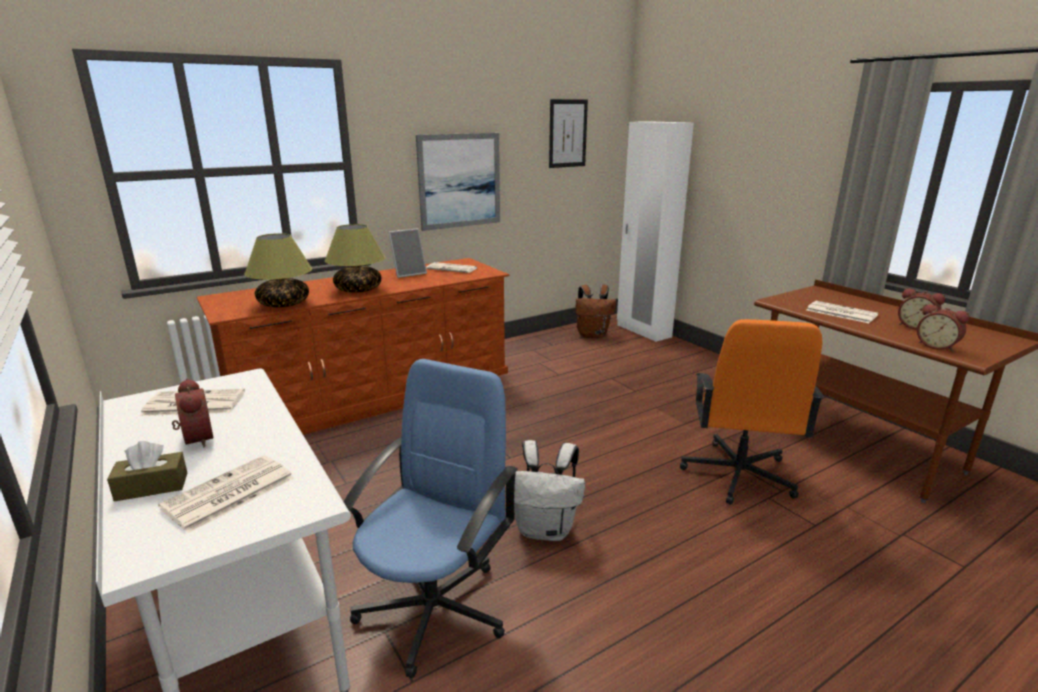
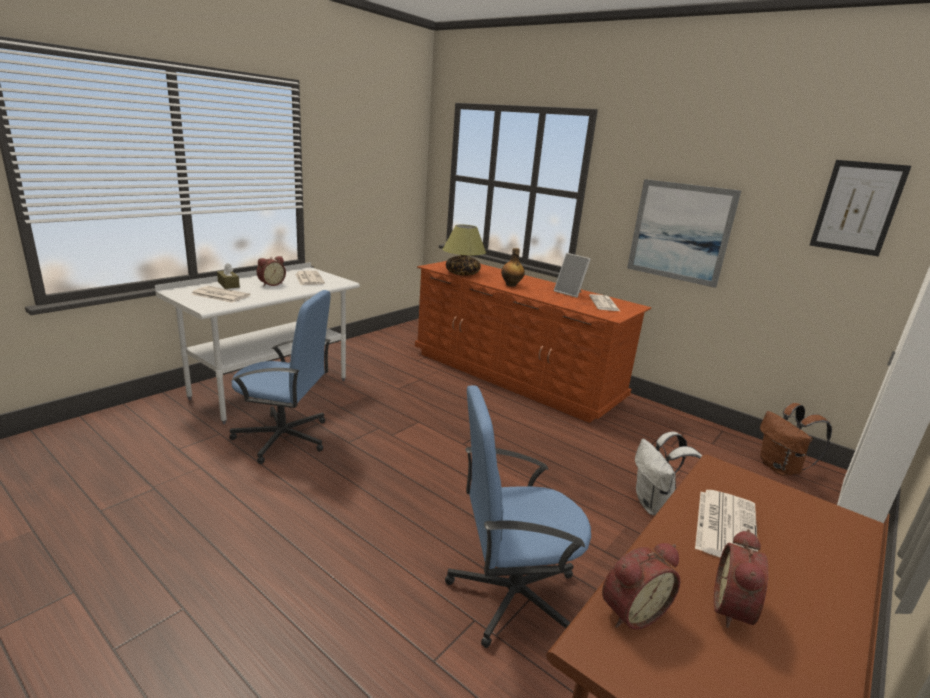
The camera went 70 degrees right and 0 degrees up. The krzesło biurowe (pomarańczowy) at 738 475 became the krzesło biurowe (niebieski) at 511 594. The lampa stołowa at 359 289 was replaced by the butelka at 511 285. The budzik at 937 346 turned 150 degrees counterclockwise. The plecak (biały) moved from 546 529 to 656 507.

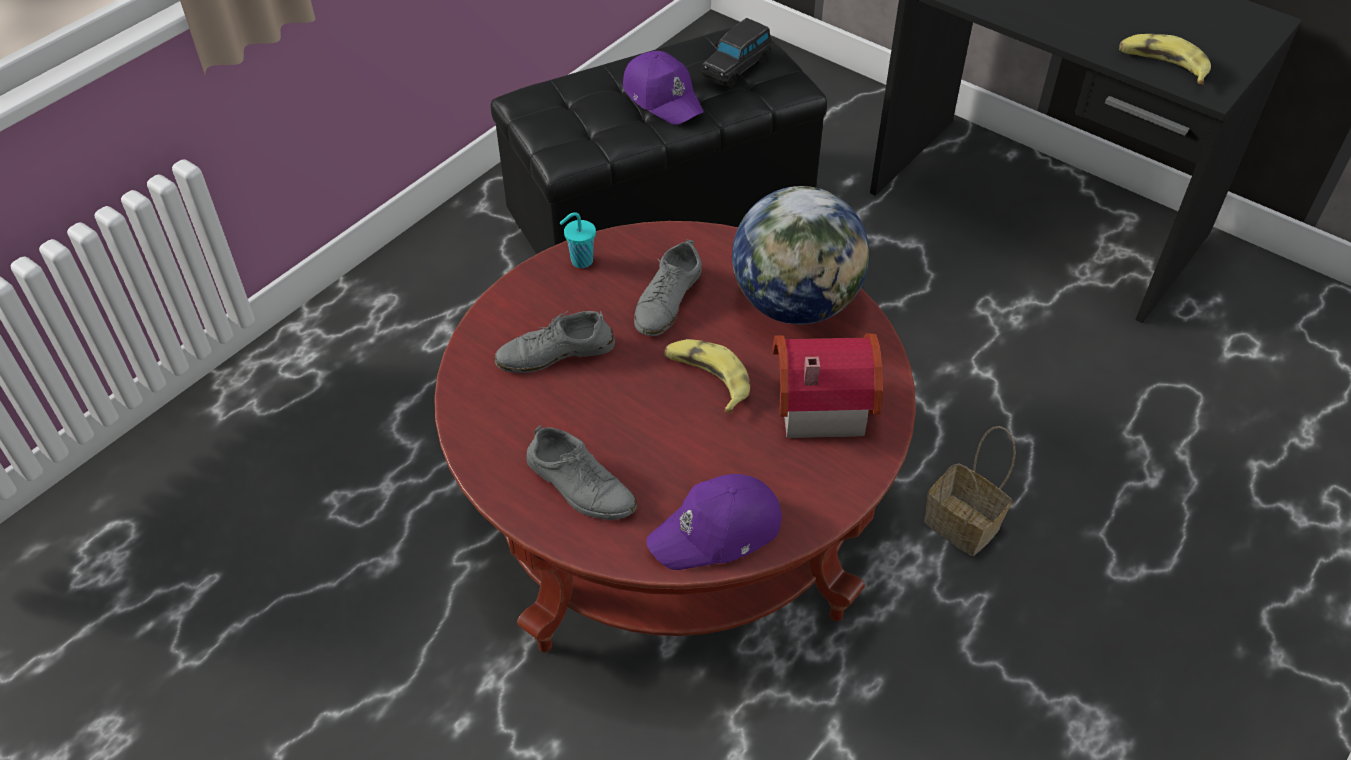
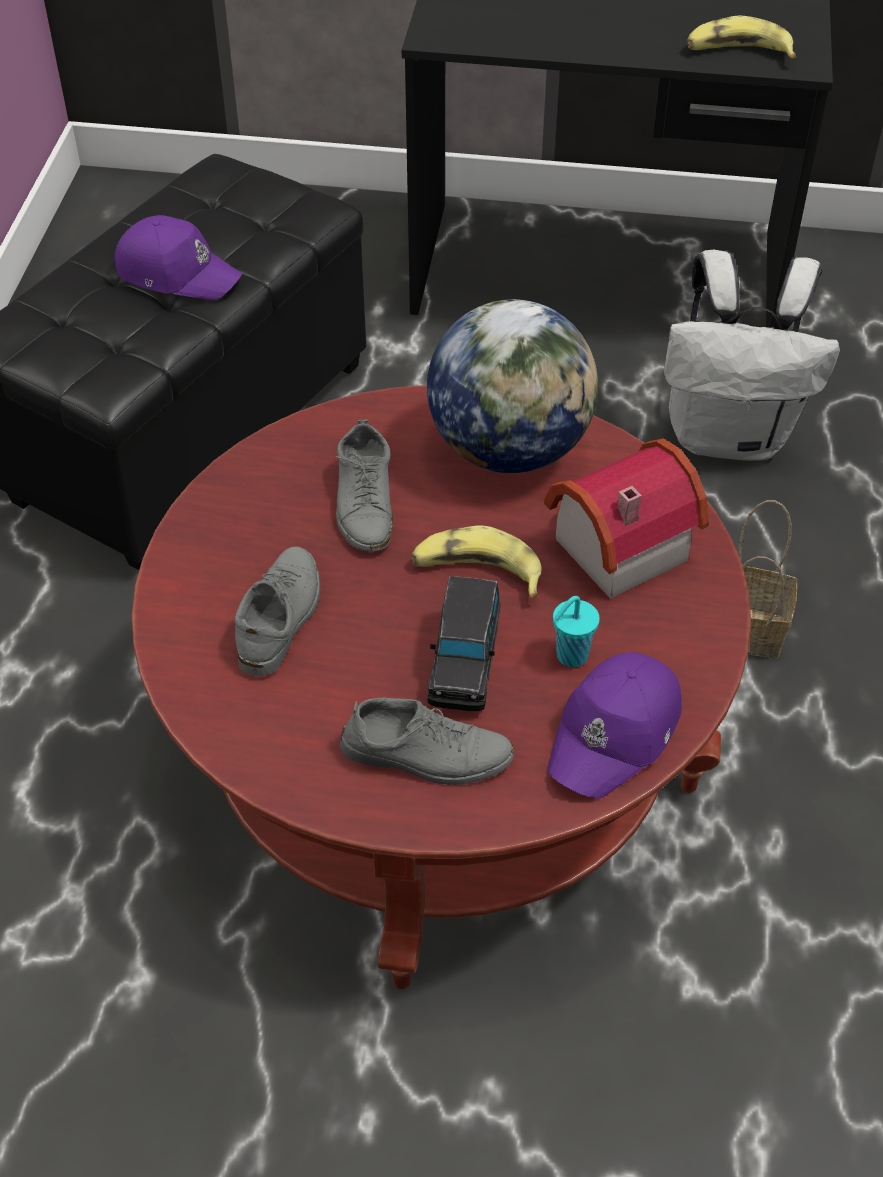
The camera went 30 degrees left and 0 degrees up. The but (szary) at 555 353 turned 150 degrees clockwise. The samochodzik (czarny) moved from 736 68 to 464 661. The filiżanka (turkusowy) moved from 580 261 to 570 656. The plecak (biały) at 730 435 appeared.

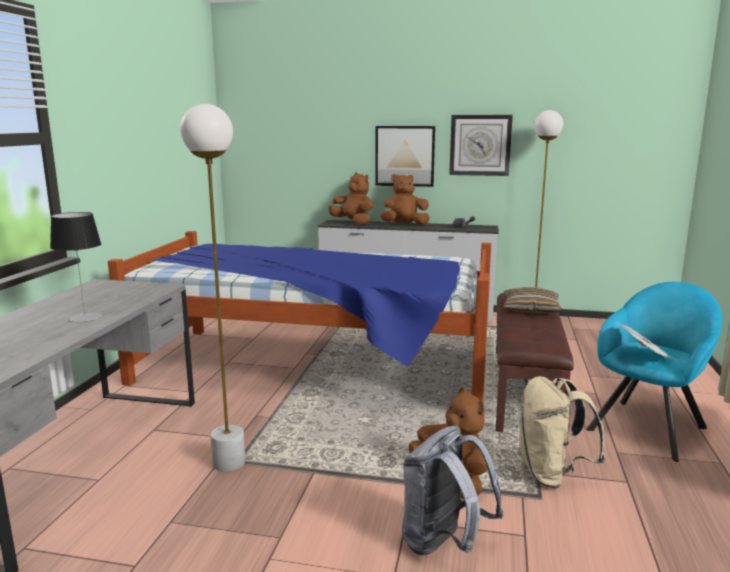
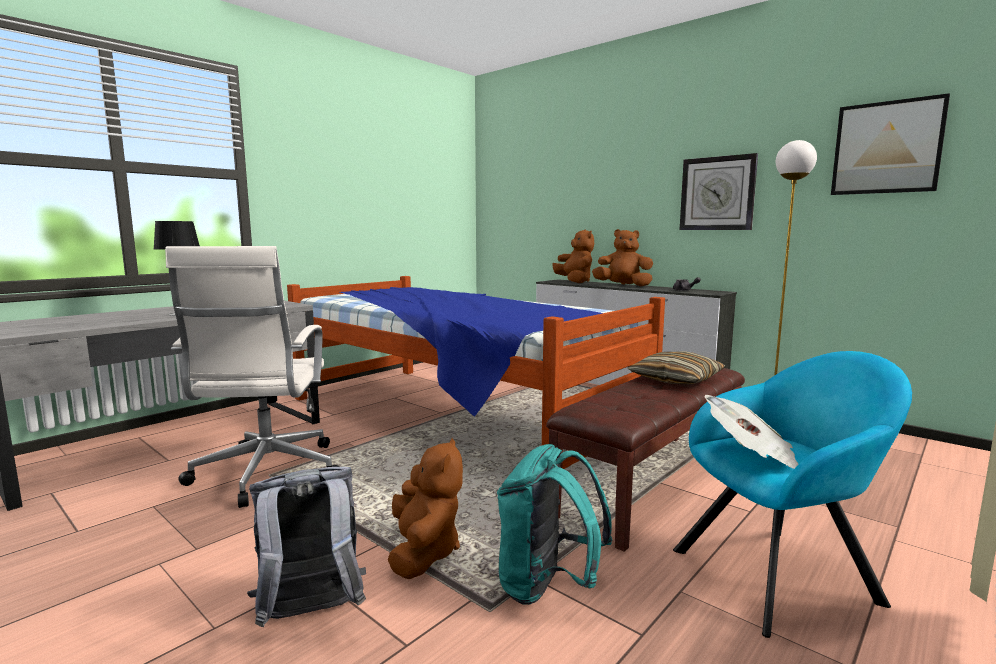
The camera went 30 degrees right and 5 degrees down. The lampa stojąca (biały) at 229 463 was replaced by the krzesło biurowe (biały) at 266 474. The plecak (beżowy) at 552 474 became the plecak (turkusowy) at 547 587. The obraz moved from 404 156 to 886 148.

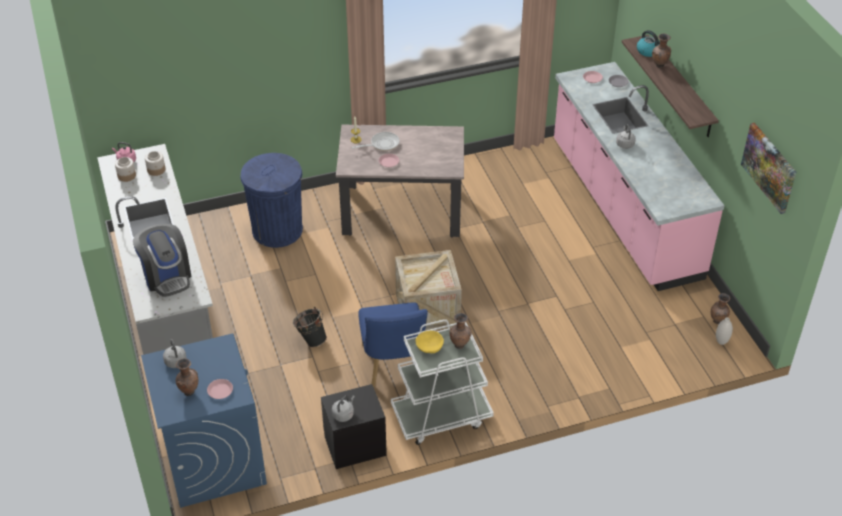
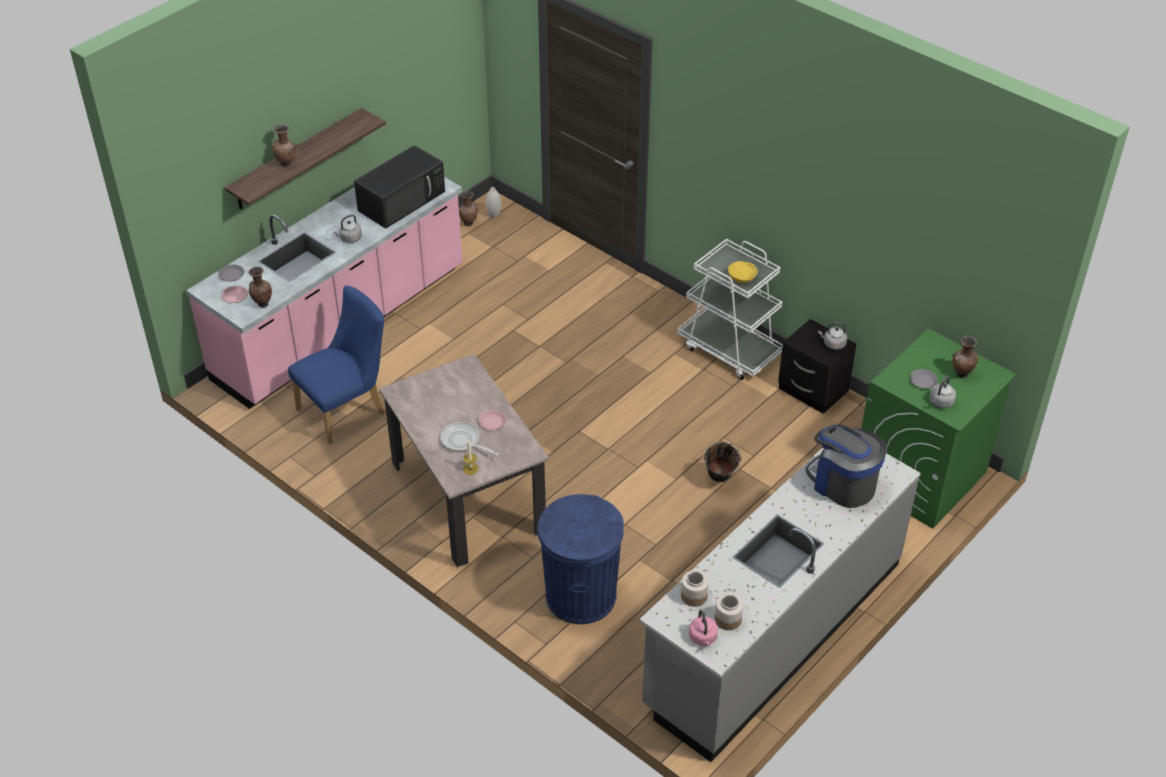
The camera went 120 degrees left and 0 degrees up. The wazon (brązowy) moved from 460 345 to 262 304. The krzesło (niebieski) moved from 393 367 to 347 409. The mikrofalówka (czarny) at 402 200 appeared. The ekspres do kawy at 167 276 turned 75 degrees counterclockwise. The pralka (niebieski) at 213 459 became the pralka (zielony) at 919 477. The talerz (szary) at 923 381 appeared. The talerz (różowy) at 220 391 disappeared. The skrzynka at 427 310 disappeared. The czajnik at 648 51 disappeared. The obraz at 769 167 disappeared.

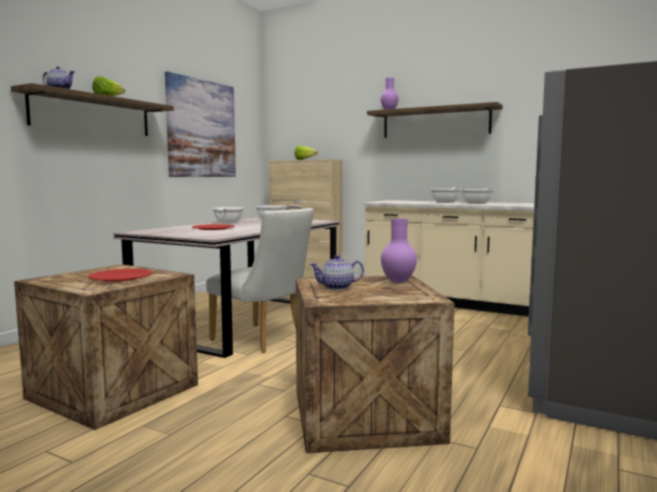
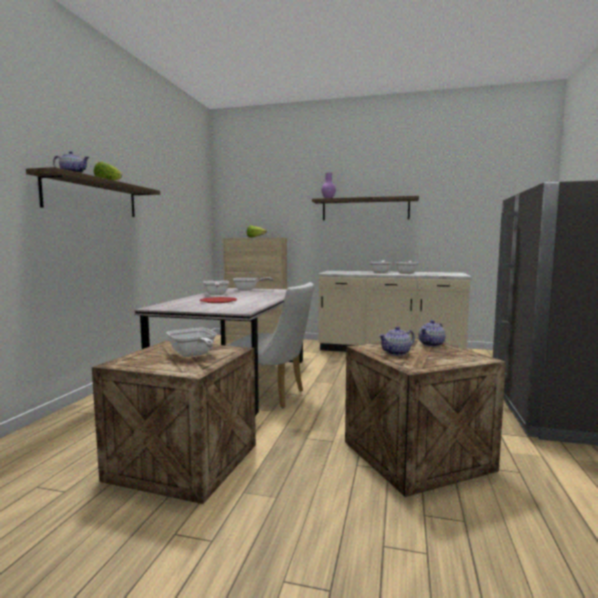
The camera went 15 degrees left and 0 degrees up. The talerz (czerwony) at 120 277 was replaced by the patelnia at 193 355. The wazon (fioletowy) at 399 282 was replaced by the imbryk at 432 344. The obraz at 202 129 disappeared.

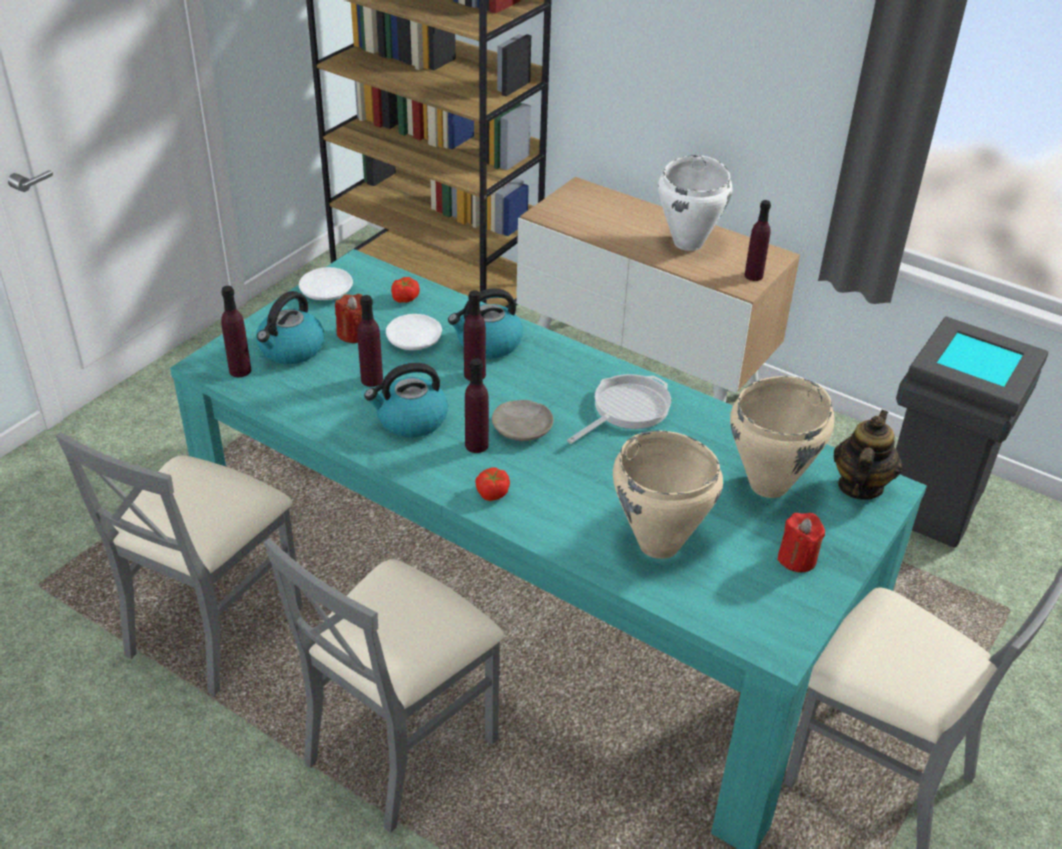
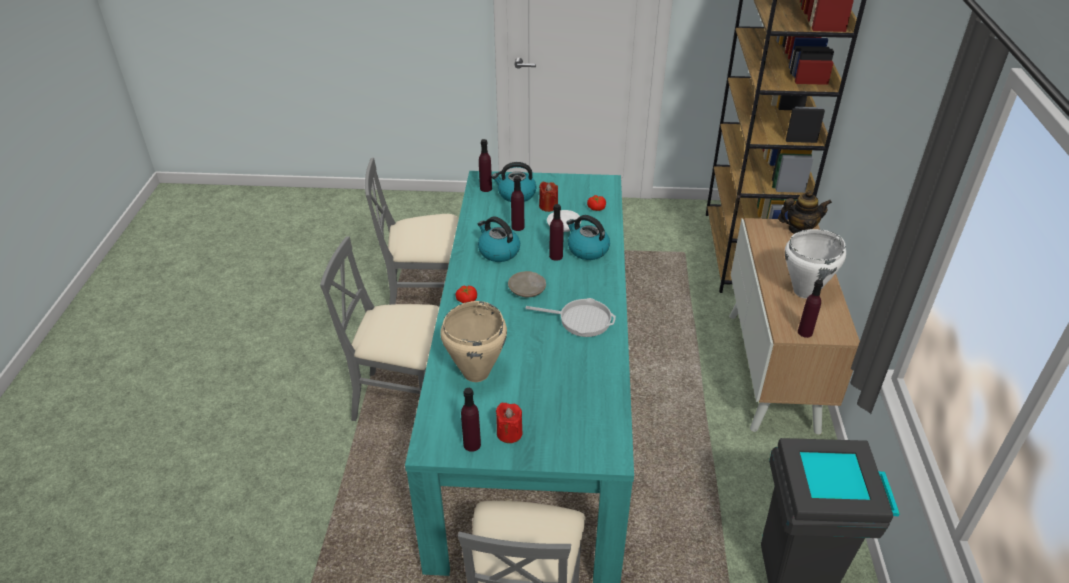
The camera went 60 degrees right and 0 degrees up. The butelka (fioletowy) moved from 476 445 to 472 444. The imbryk moved from 859 486 to 799 230. The talerz (biały) at 326 292 disappeared. The garnek (beżowy) at 770 485 disappeared.

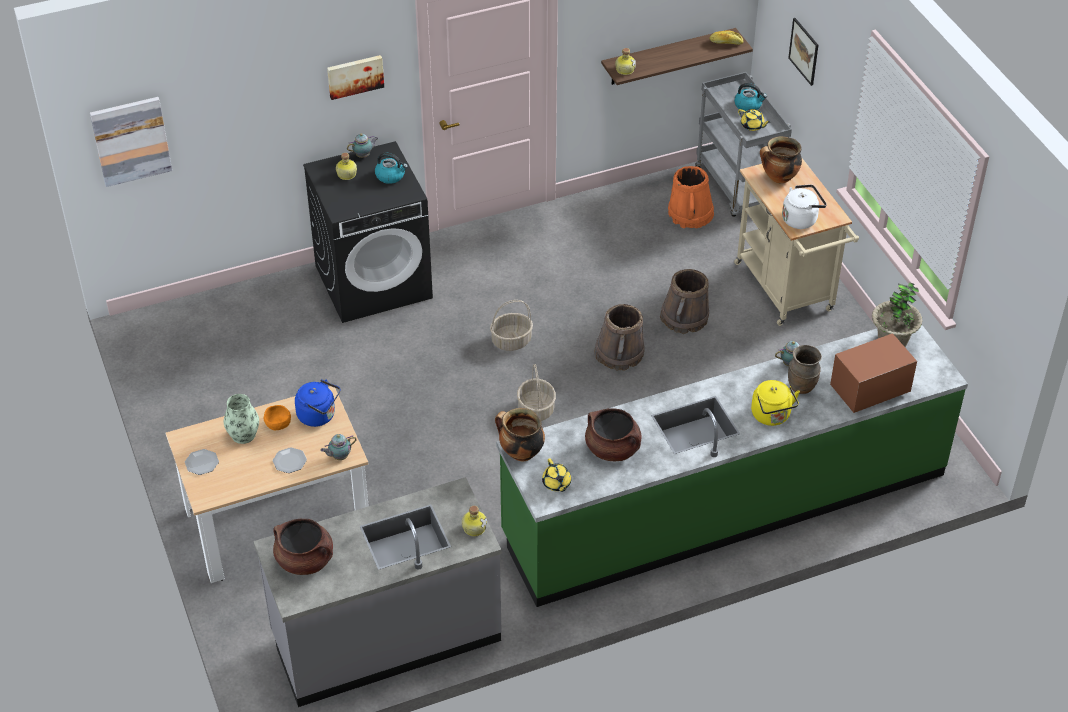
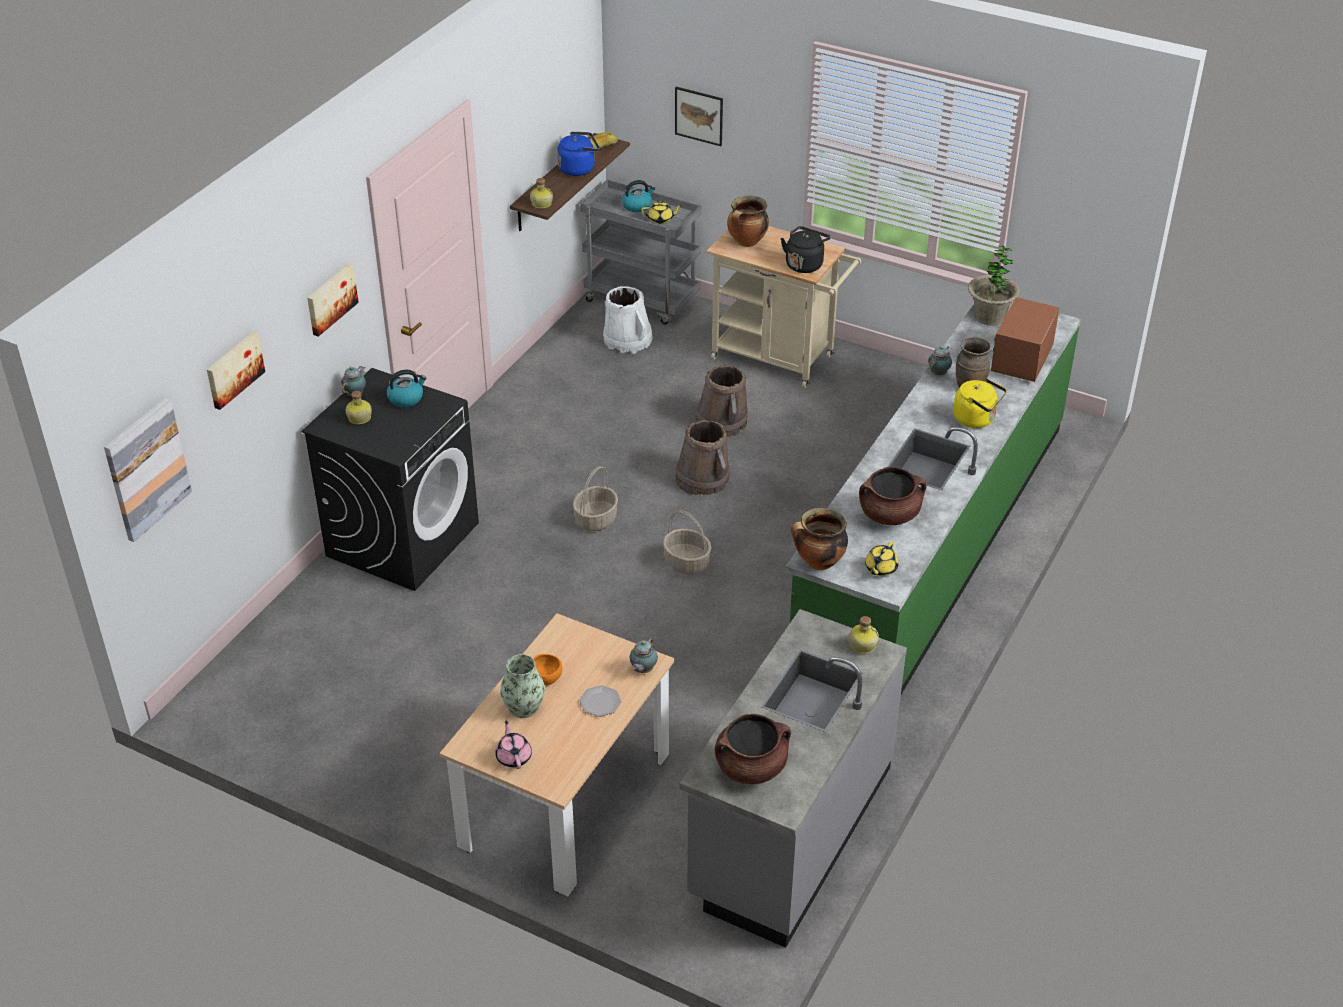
The camera went 40 degrees left and 5 degrees down. The obraz at 233 369 appeared. The talerz at 201 463 was replaced by the imbryk (różowy) at 514 756. The czajnik (niebieski) moved from 319 416 to 579 168. The wiadro (pomarańczowy) at 690 214 became the wiadro (biały) at 627 340. The czajnik (biały) at 801 219 became the czajnik (czarny) at 805 264. The imbryk (żółty) at 556 483 turned 90 degrees clockwise.

